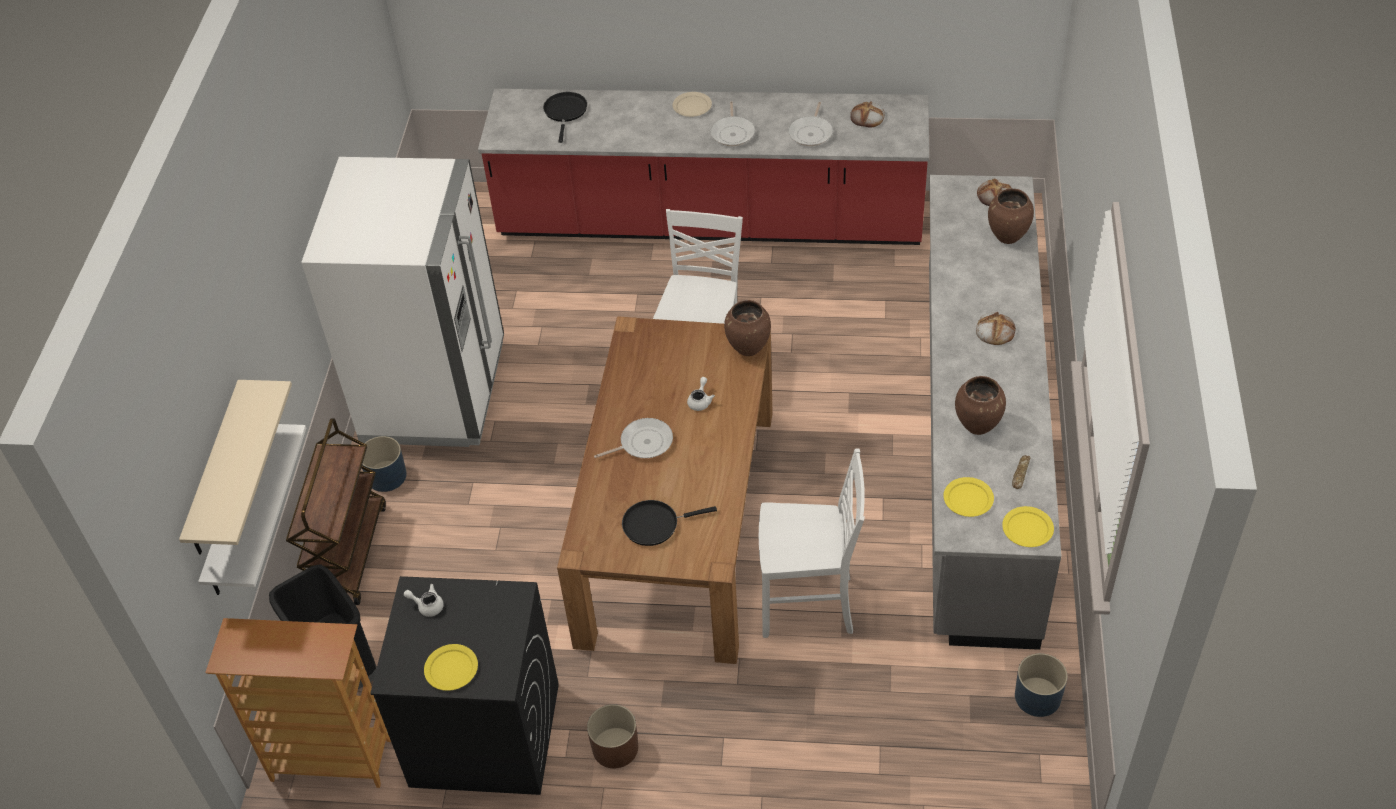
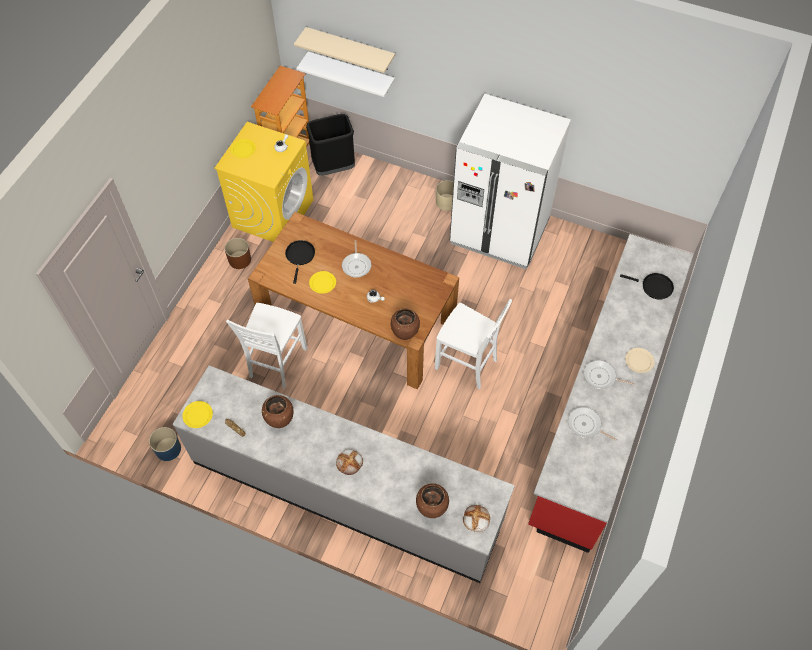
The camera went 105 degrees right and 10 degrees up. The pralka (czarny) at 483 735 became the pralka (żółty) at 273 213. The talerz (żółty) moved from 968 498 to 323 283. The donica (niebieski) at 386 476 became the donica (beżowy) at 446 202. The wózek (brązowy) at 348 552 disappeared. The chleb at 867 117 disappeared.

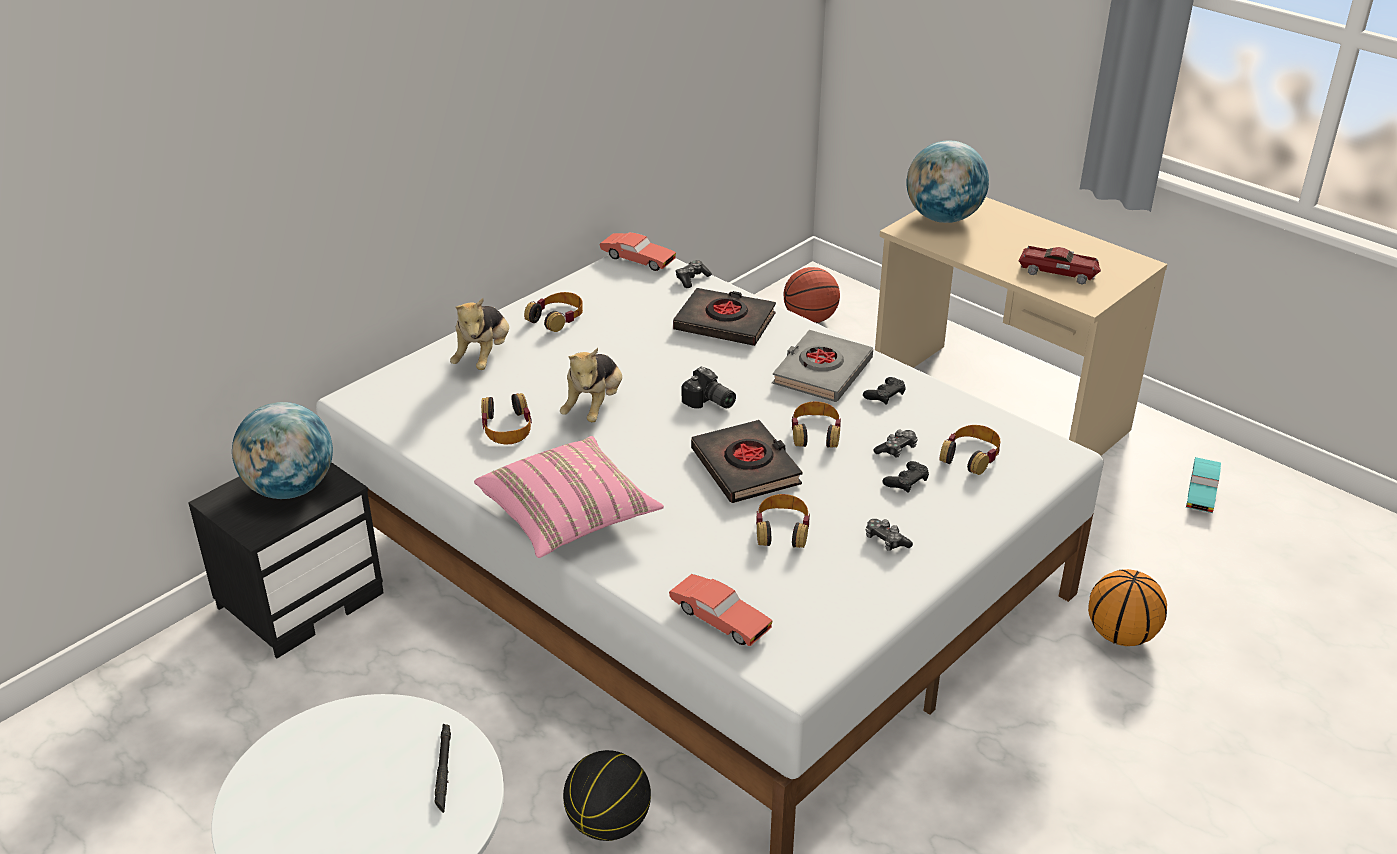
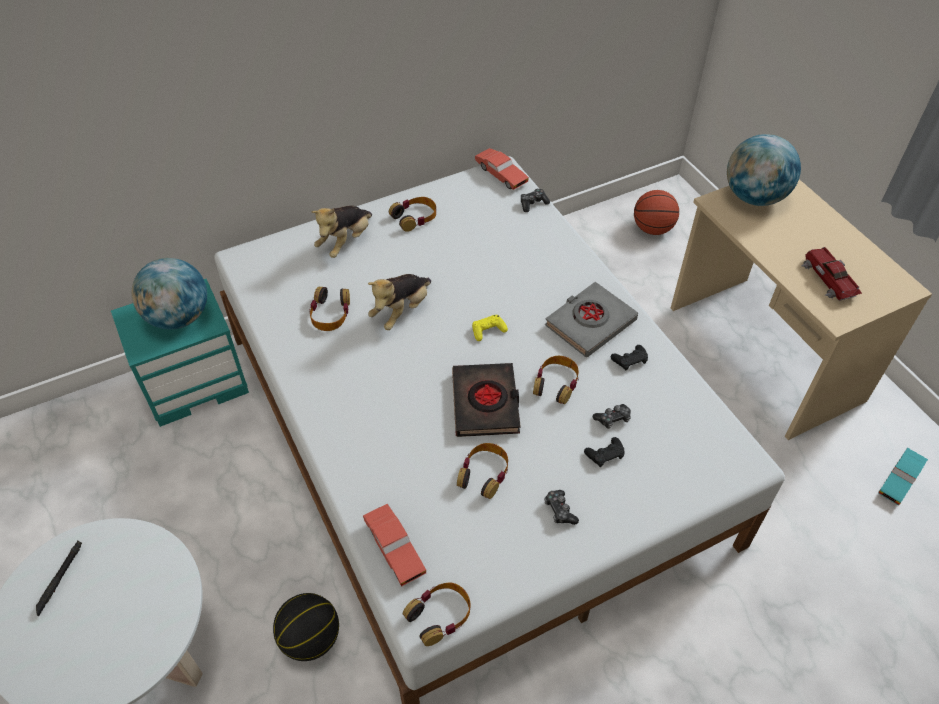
The camera went 20 degrees right and 15 degrees up. The latarka (czarny) moved from 443 770 to 60 579. The szafka nocna (czarny) at 301 598 became the szafka nocna (turkusowy) at 195 381. The słuchawki moved from 971 456 to 440 615. The aparat fotograficzny at 709 402 was replaced by the pad do gier (żółty) at 488 330. The samochodzik at 1059 271 turned 150 degrees counterclockwise. The poduszka (różowy) at 568 517 disappeared. The książka (czarny) at 725 323 disappeared. The piłka do koszykówki at 1120 635 disappeared.

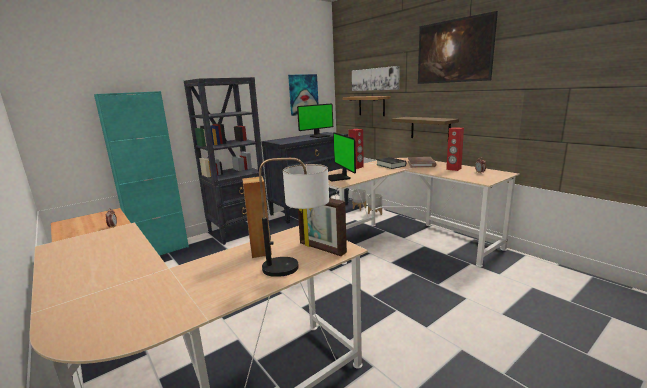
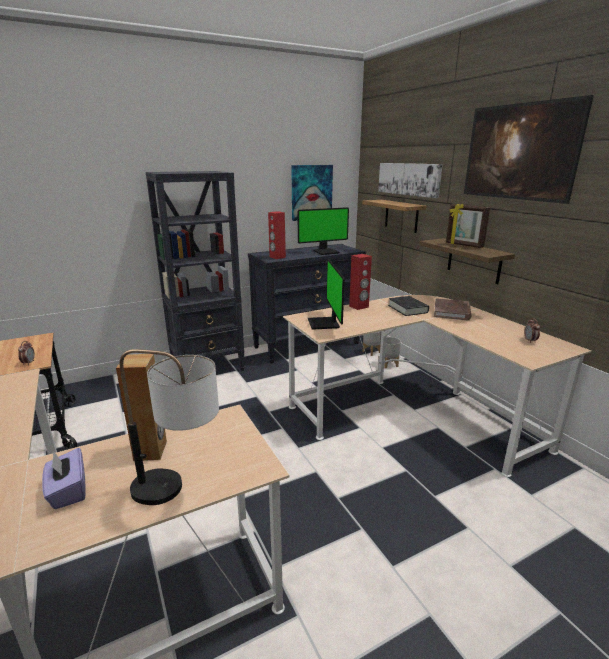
The camera went 10 degrees right and 5 degrees up. The pudełko chusteczek (fioletowy) at 68 491 appeared. The głośnik (czerwony) moved from 453 169 to 277 257. The ramka na zdjęcie moved from 322 249 to 463 245. The szafka (turkusowy) at 160 251 disappeared.

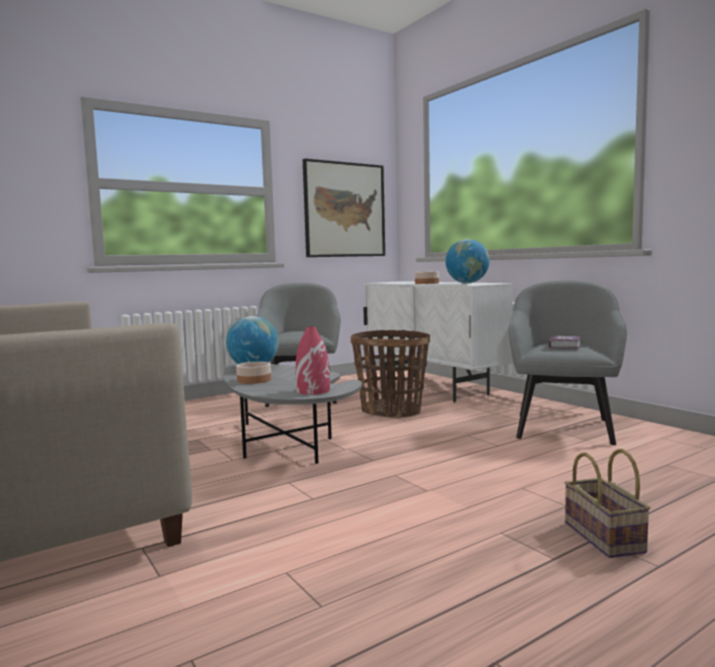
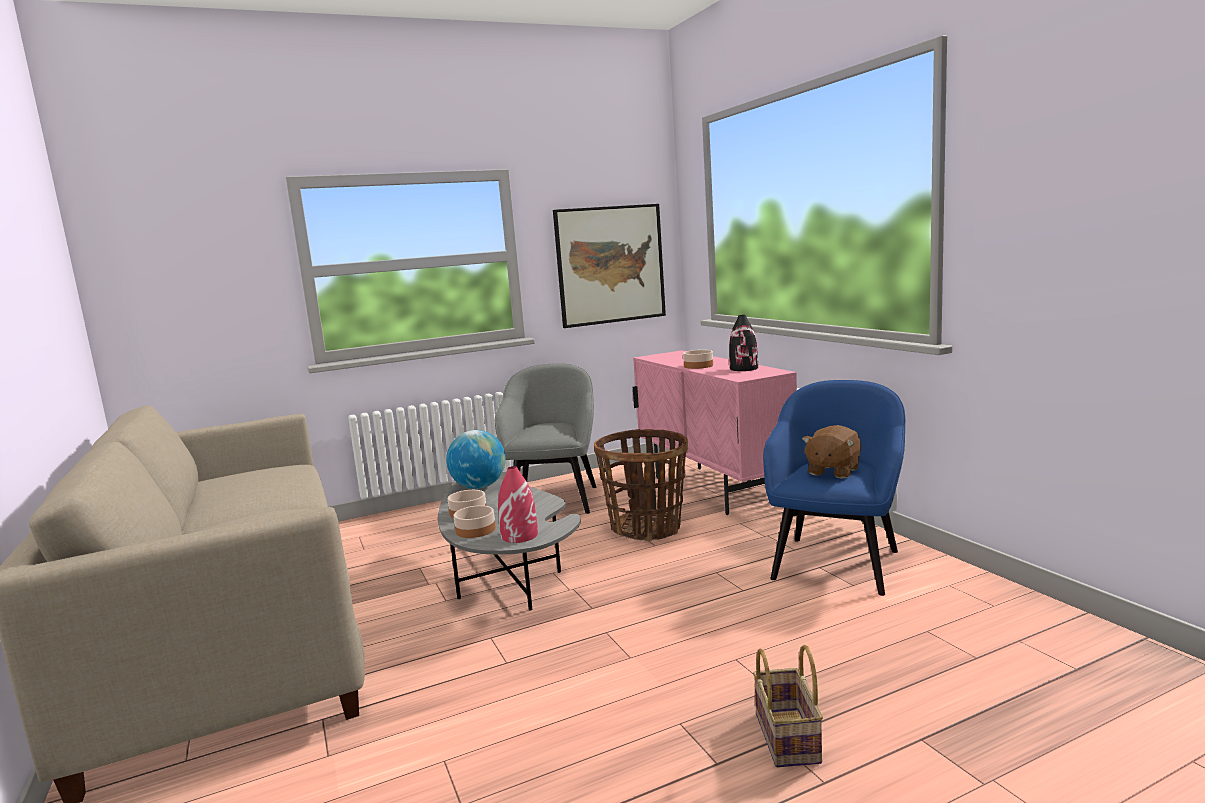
The camera went 10 degrees right and 5 degrees up. The miska at 476 530 appeared. The szafka (biały) at 433 388 became the szafka (różowy) at 712 489. The globus at 467 283 was replaced by the wazon (czarny) at 744 368. The fotel (szary) at 563 427 became the fotel (niebieski) at 836 563. The książka at 565 346 was replaced by the pluszak (brązowy) at 832 471.

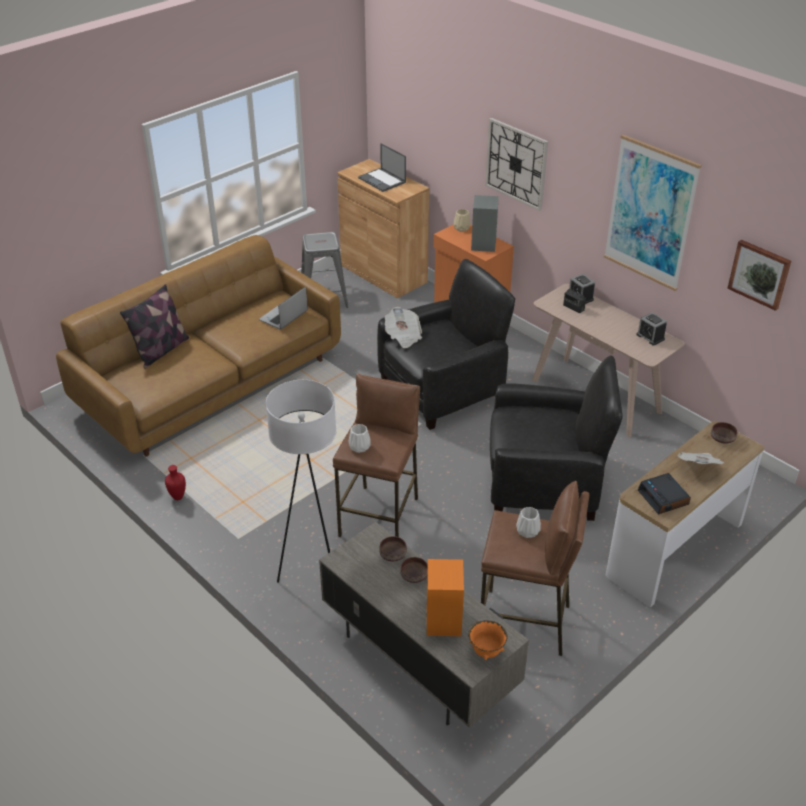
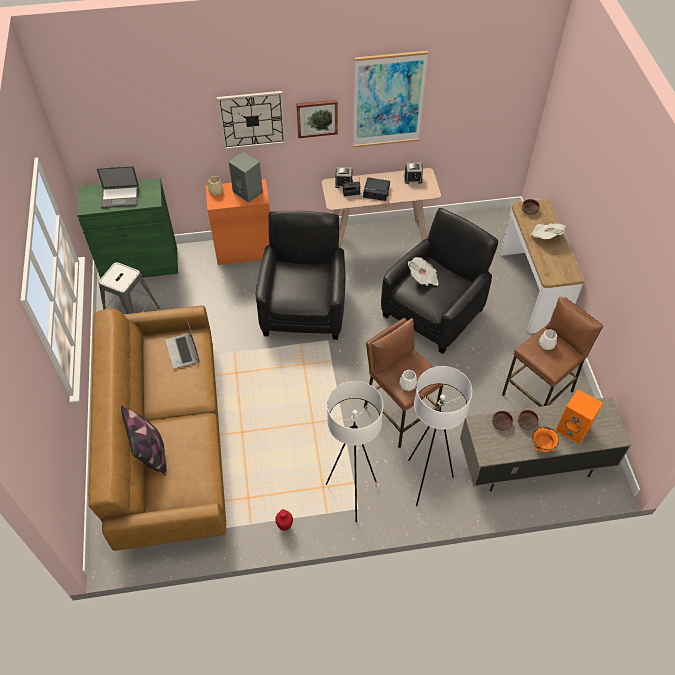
The camera went 55 degrees left and 15 degrees up. The szafka (brązowy) at 383 273 became the szafka (zielony) at 140 263. The obraz moved from 759 274 to 317 117. The lampa stojąca (biały) at 352 495 appeared. The budzik moved from 663 498 to 376 191. The gazeta moved from 403 336 to 423 278. The miska (pomarańczowy) moved from 486 651 to 541 446.

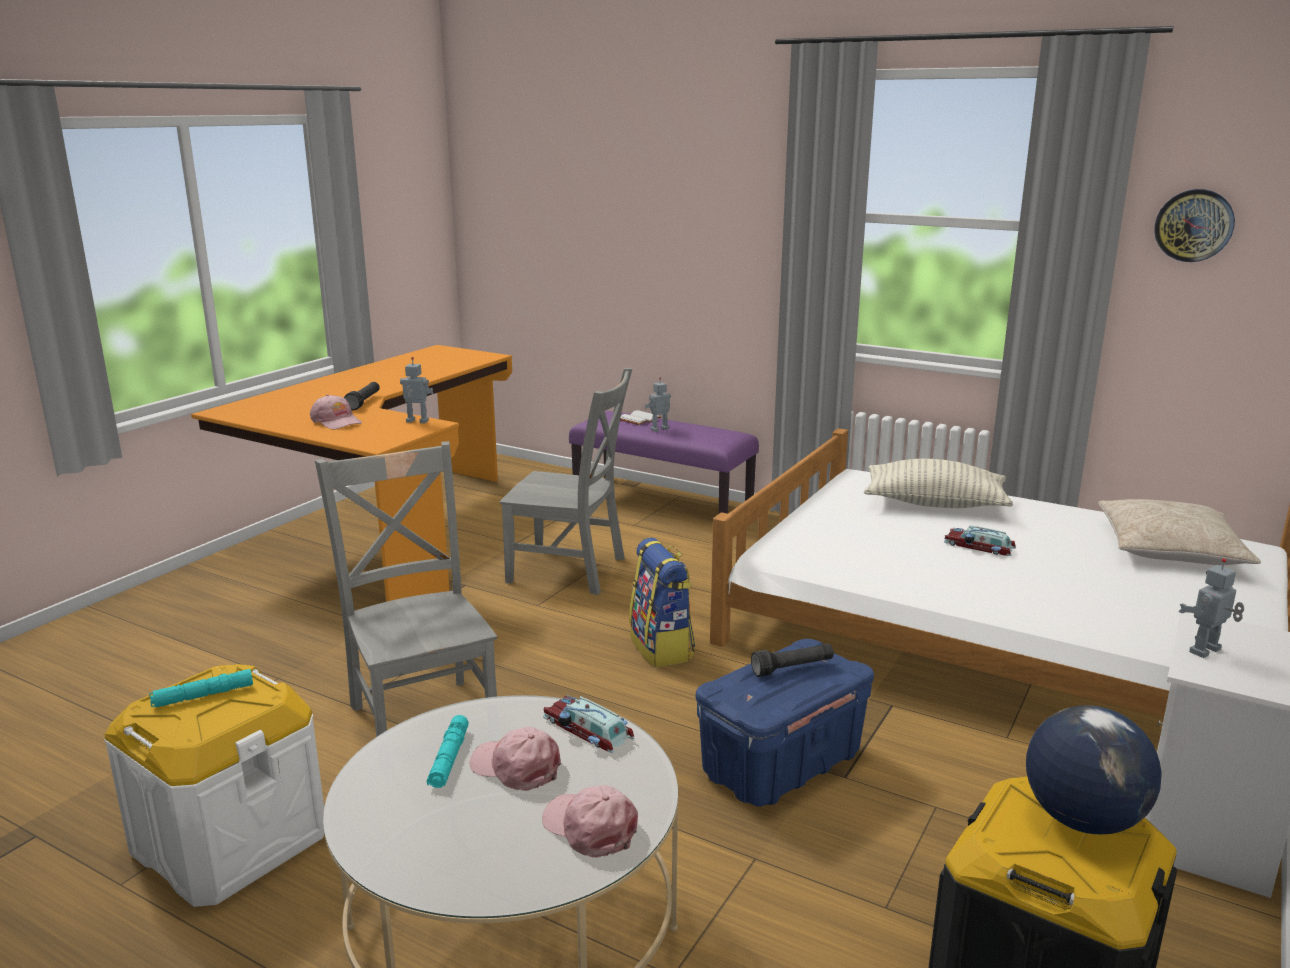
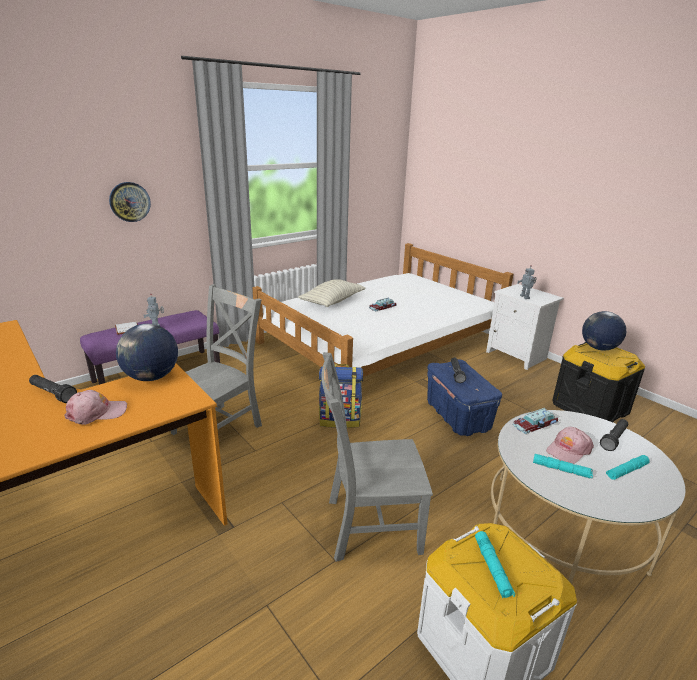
The camera went 70 degrees left and 5 degrees up. The zegar ścienny moved from 1194 225 to 129 202. The robot zabawkowy at 416 422 was replaced by the globus at 151 377. The czapka z daszkiem (różowy) at 590 827 was replaced by the latarka (czarny) at 614 439. The latarka (turkusowy) at 626 471 appeared. The poduszka (beżowy) at 1169 548 disappeared.

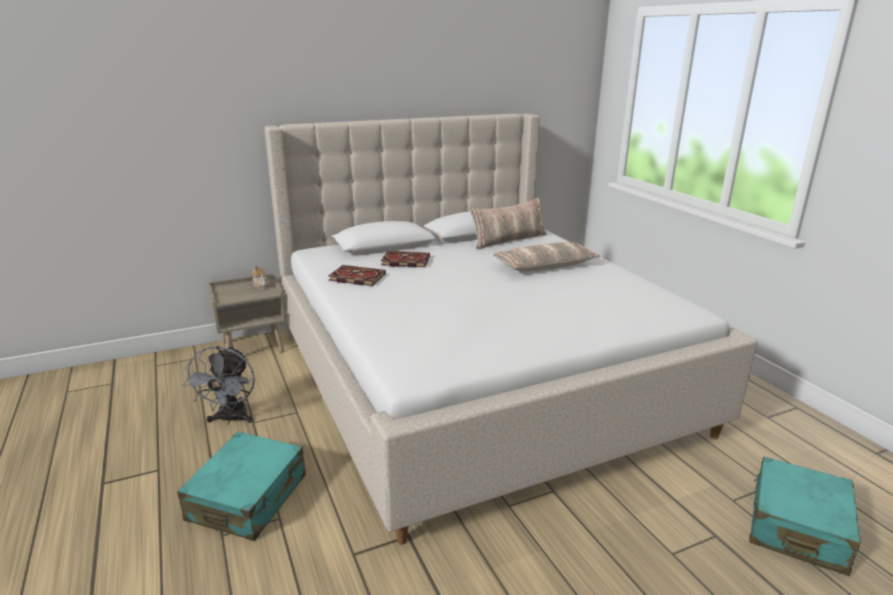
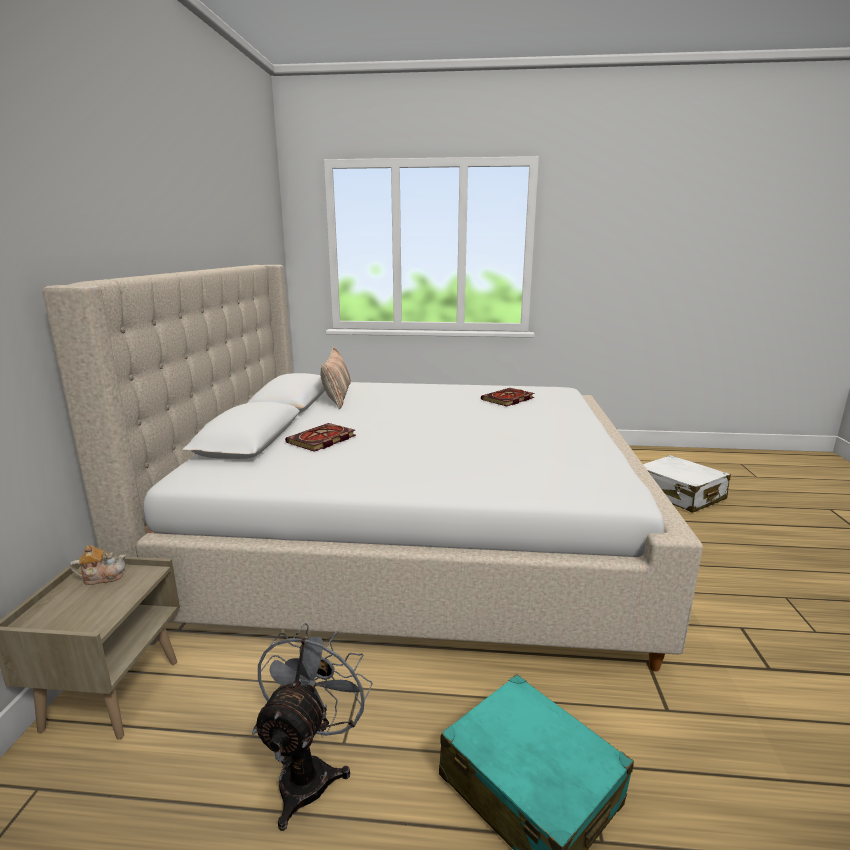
The camera went 60 degrees left and 5 degrees down. The wentylator (szary) at 230 419 turned 105 degrees counterclockwise. The książka moved from 355 278 to 507 399. The walizka (turkusowy) at 797 528 became the walizka (biały) at 679 495. The poduszka at 544 266 disappeared.

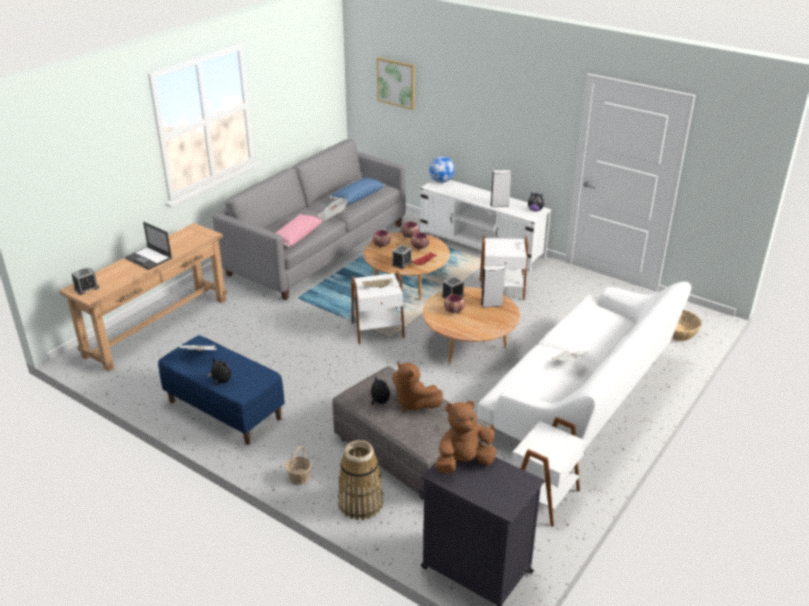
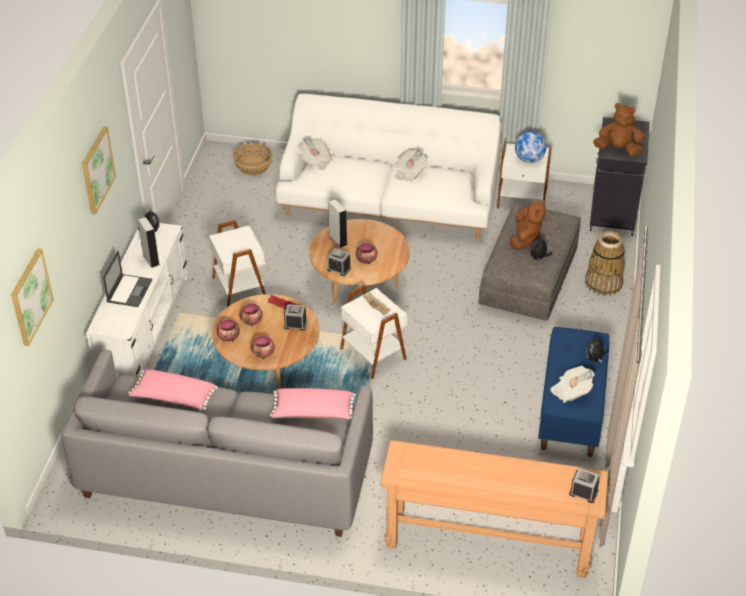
The camera went 115 degrees left and 10 degrees up. The obraz at 97 170 appeared. The laptop moved from 149 258 to 129 290. The poduszka (niebieski) at 357 197 became the poduszka (różowy) at 173 397. The gazeta moved from 332 216 to 316 161. The globus moved from 441 181 to 529 159. The pluszak (brązowy) at 463 462 turned 150 degrees clockwise. The koszyk at 299 477 disappeared.

